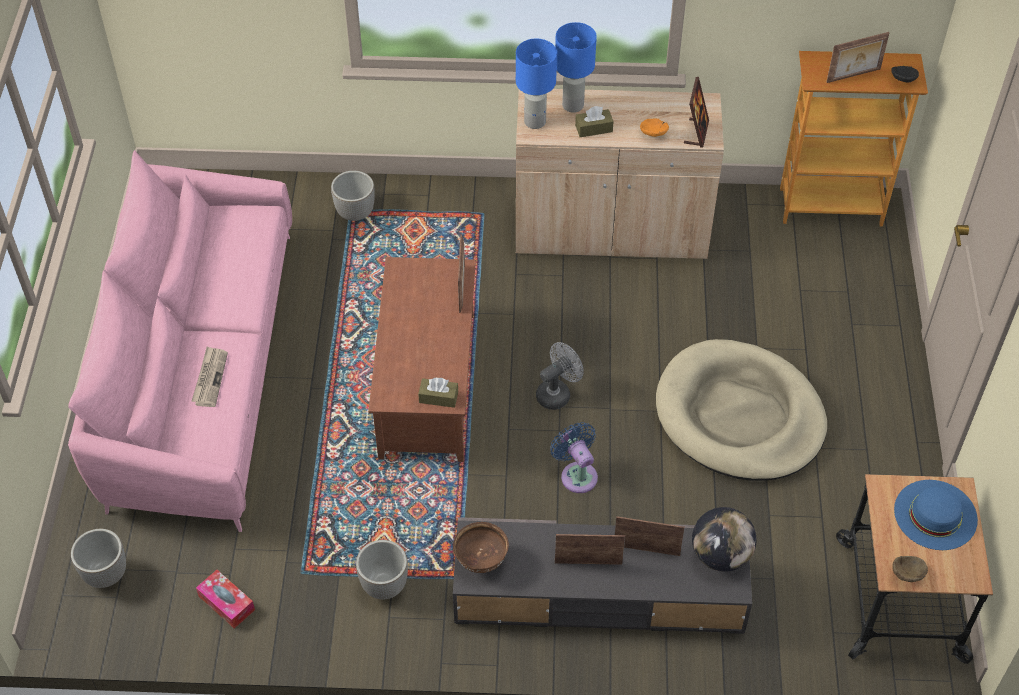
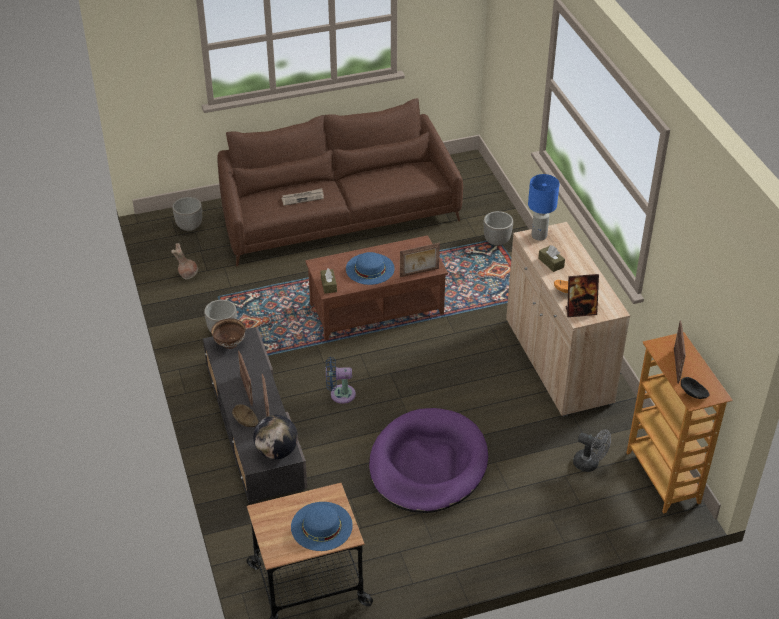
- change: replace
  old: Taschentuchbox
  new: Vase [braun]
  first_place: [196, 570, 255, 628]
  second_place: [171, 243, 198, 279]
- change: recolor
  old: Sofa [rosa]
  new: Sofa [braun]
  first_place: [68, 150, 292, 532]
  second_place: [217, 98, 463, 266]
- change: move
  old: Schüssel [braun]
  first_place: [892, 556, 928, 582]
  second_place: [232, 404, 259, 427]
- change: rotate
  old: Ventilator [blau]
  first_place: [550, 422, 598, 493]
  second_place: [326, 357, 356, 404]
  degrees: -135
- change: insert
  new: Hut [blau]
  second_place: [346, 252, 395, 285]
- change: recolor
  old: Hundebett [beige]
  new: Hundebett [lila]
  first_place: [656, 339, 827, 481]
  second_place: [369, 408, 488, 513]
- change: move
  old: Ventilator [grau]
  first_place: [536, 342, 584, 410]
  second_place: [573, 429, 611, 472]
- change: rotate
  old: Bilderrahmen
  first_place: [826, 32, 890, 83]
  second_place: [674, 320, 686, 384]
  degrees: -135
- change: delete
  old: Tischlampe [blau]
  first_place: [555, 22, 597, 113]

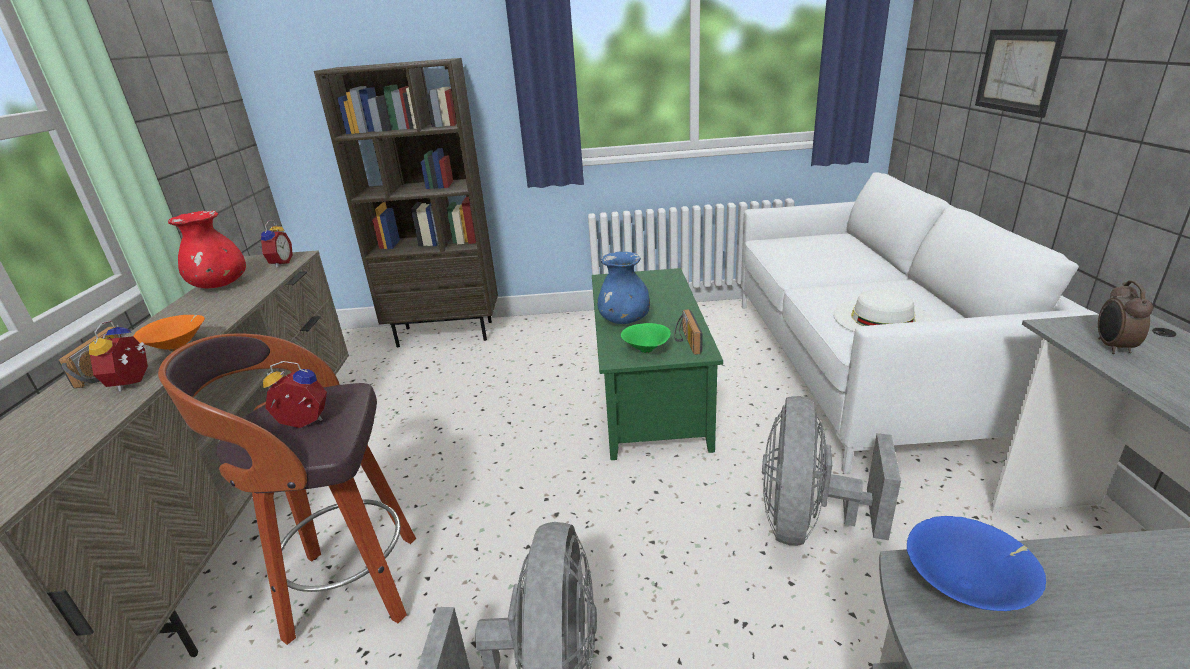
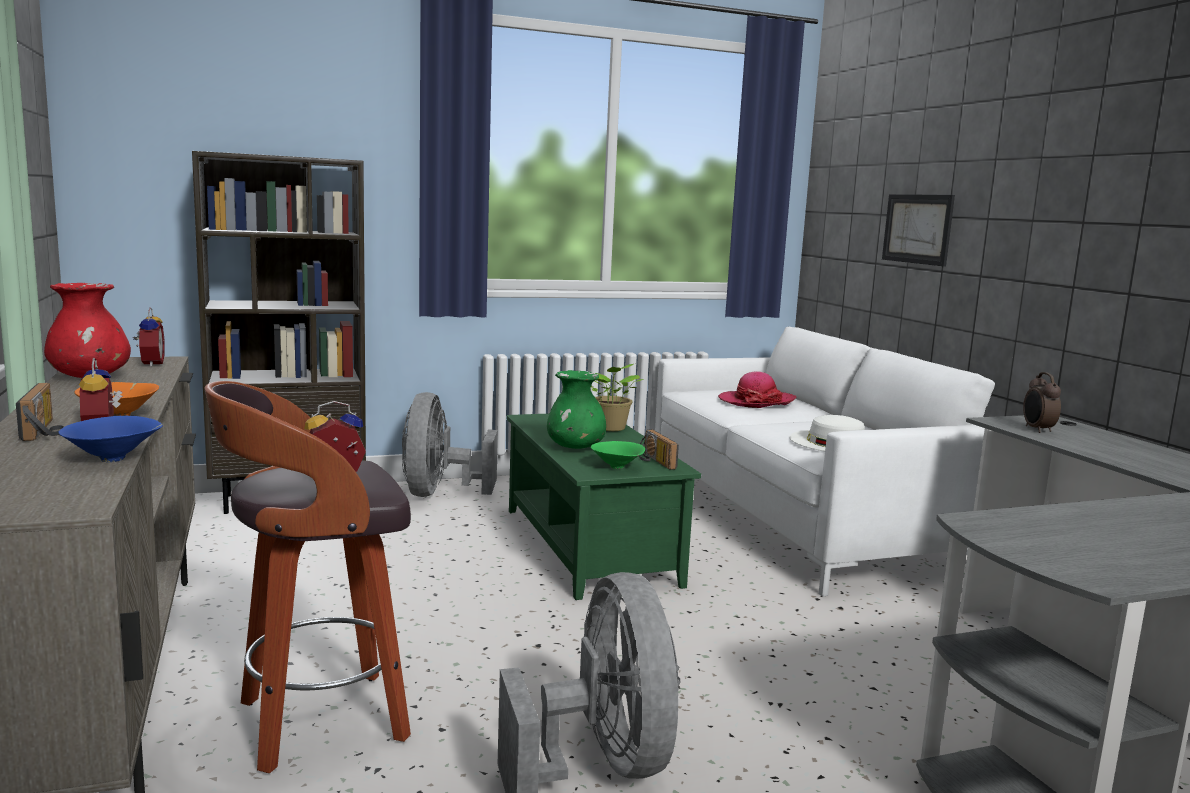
- change: move
  old: Schüssel [blau]
  first_place: [907, 516, 1046, 611]
  second_place: [58, 416, 163, 462]
- change: move
  old: Ventilator [grau]
  first_place: [762, 396, 901, 546]
  second_place: [402, 392, 498, 497]
- change: recolor
  old: Vase [blau]
  new: Vase [grün]
  first_place: [597, 252, 650, 324]
  second_place: [547, 370, 606, 449]
- change: insert
  new: Topfpflanze
  second_place: [591, 364, 644, 431]
- change: insert
  new: Hut
  second_place: [718, 372, 797, 408]

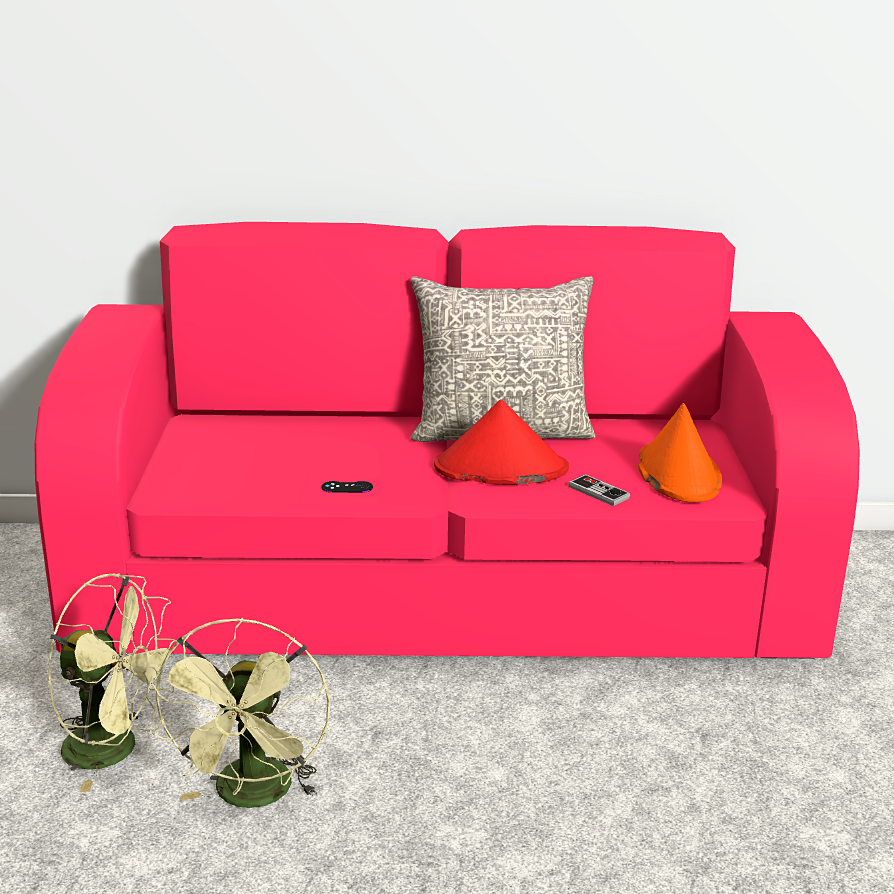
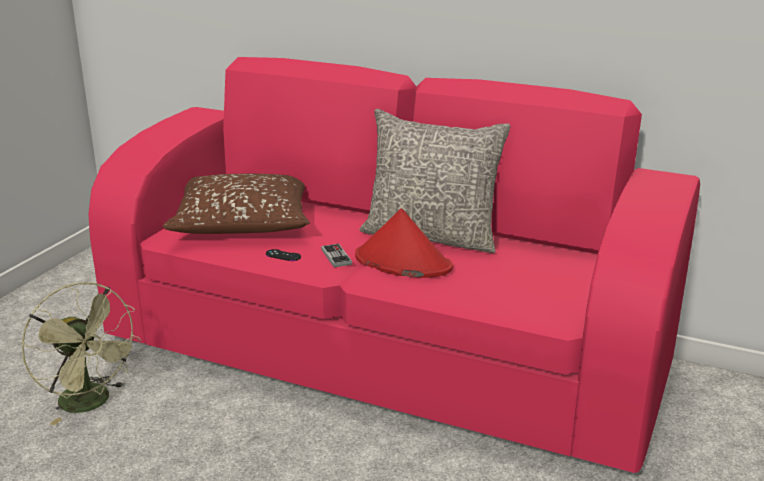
- change: insert
  new: Kissen [braun]
  second_place: [163, 174, 310, 234]
- change: move
  old: Gamepad
  first_place: [568, 474, 630, 506]
  second_place: [321, 244, 352, 268]
- change: delete
  old: Ventilator [grün]
  first_place: [151, 618, 330, 808]
- change: delete
  old: Hut [orange]
  first_place: [638, 403, 722, 502]

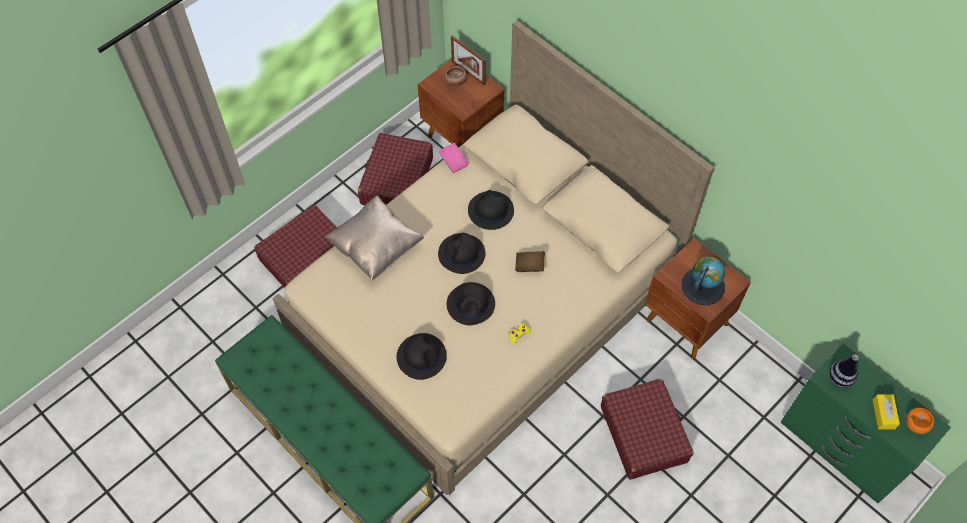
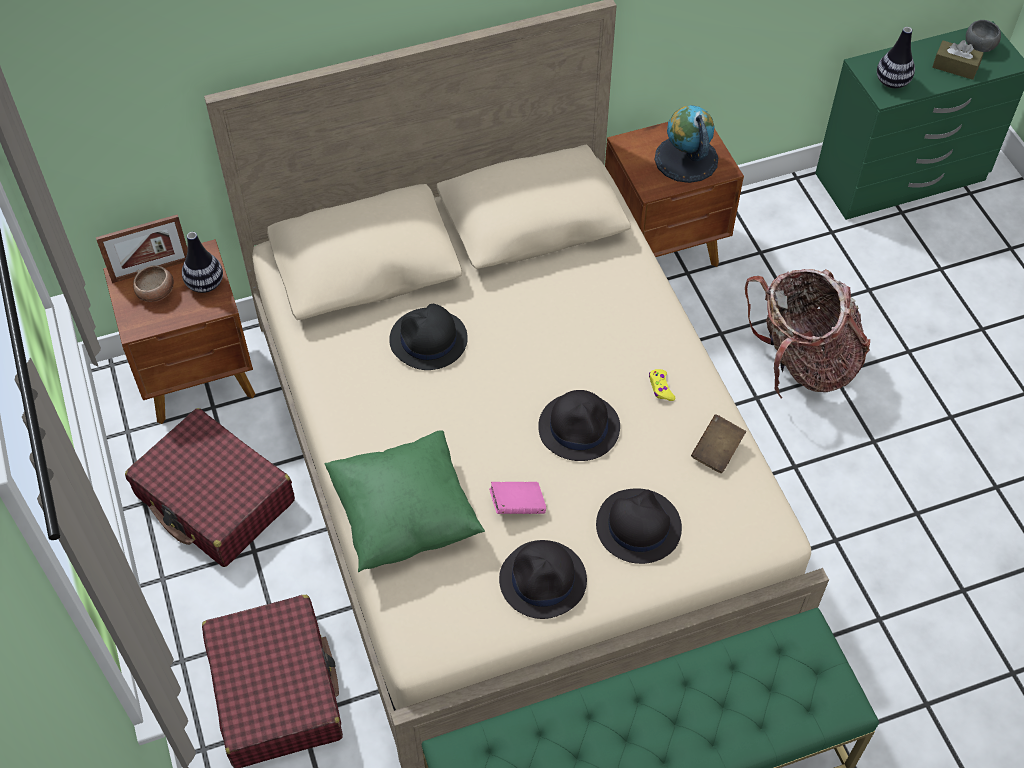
- change: insert
  new: Vase
  second_place: [182, 232, 223, 293]
- change: recolor
  old: Kissen [beige]
  new: Kissen [grün]
  first_place: [324, 195, 424, 281]
  second_place: [325, 430, 485, 572]
- change: move
  old: Buch [rosa]
  first_place: [439, 143, 469, 173]
  second_place: [489, 482, 546, 514]
- change: move
  old: Hut [schwarz]
  first_place: [438, 233, 485, 274]
  second_place: [499, 540, 587, 619]
- change: move
  old: Buch [braun]
  first_place: [515, 251, 545, 272]
  second_place: [691, 415, 746, 473]
- change: replace
  old: Koffer [rot]
  new: Rucksack
  first_place: [601, 379, 694, 480]
  second_place: [745, 269, 870, 398]
- change: recolor
  old: Taschentuchbox [gelb]
  new: Taschentuchbox [braun]
  first_place: [873, 394, 900, 430]
  second_place: [933, 40, 983, 80]
- change: recolor
  old: Schüssel [orange]
  new: Schüssel [grau]
  first_place: [906, 408, 934, 434]
  second_place: [966, 20, 1001, 52]

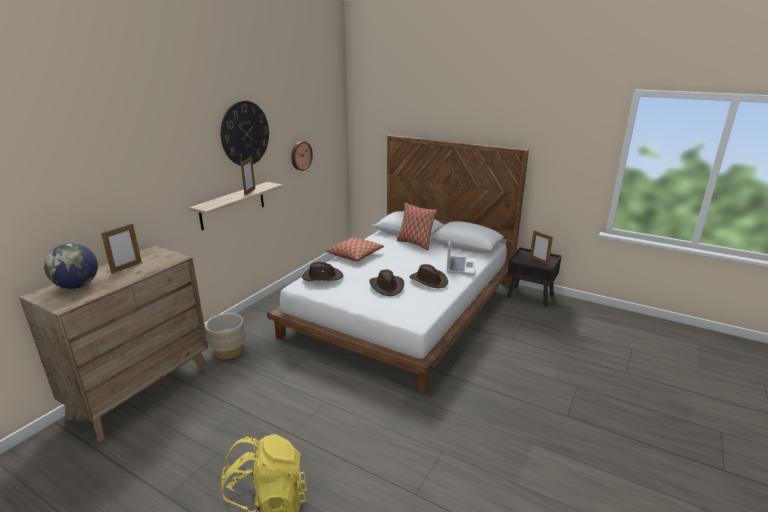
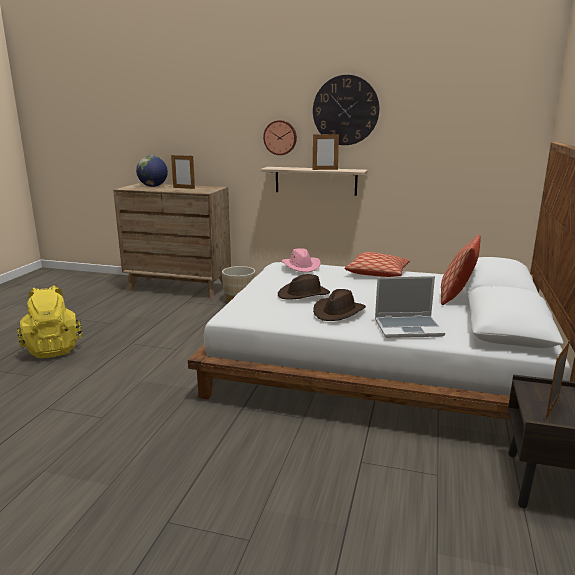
- change: move
  old: Wanduhr
  first_place: [291, 141, 313, 171]
  second_place: [263, 120, 297, 155]
- change: recolor
  old: Hut [braun]
  new: Hut [rosa]
  first_place: [302, 262, 343, 281]
  second_place: [281, 248, 321, 272]

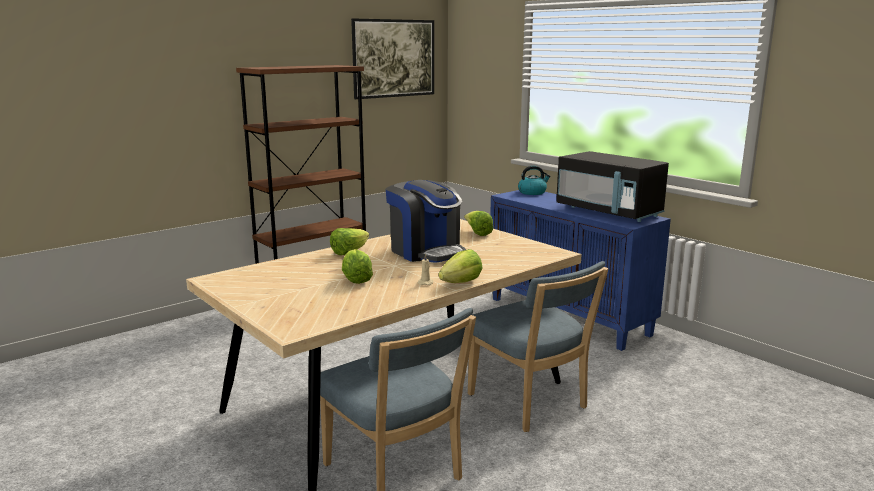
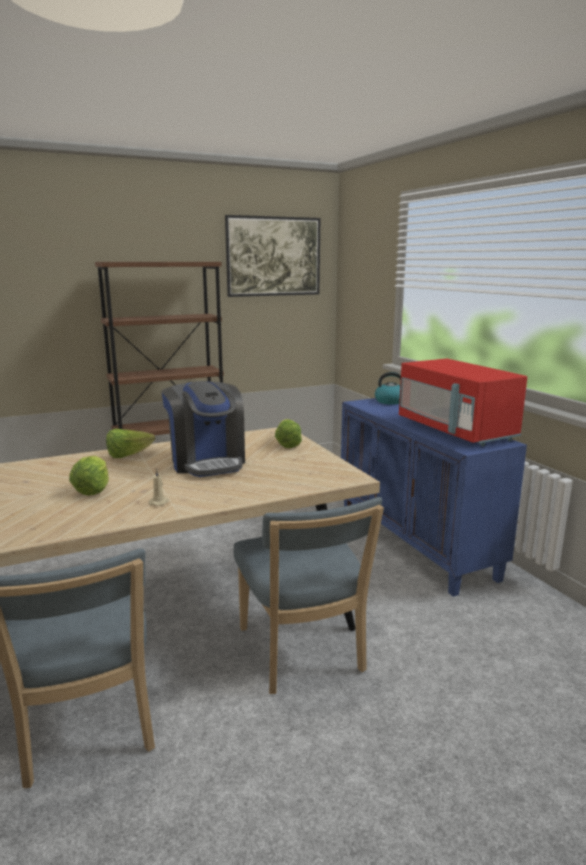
- change: recolor
  old: Mikrowelle [schwarz]
  new: Mikrowelle [rot]
  first_place: [556, 151, 669, 222]
  second_place: [399, 359, 527, 446]
- change: delete
  old: Salatkopf
  first_place: [439, 249, 482, 283]

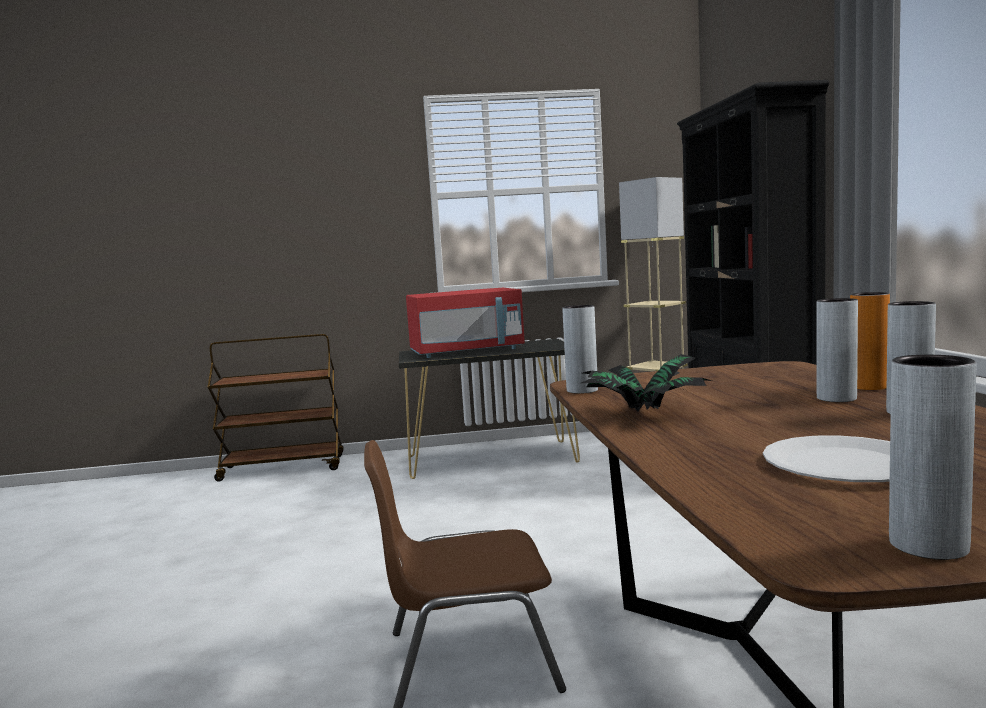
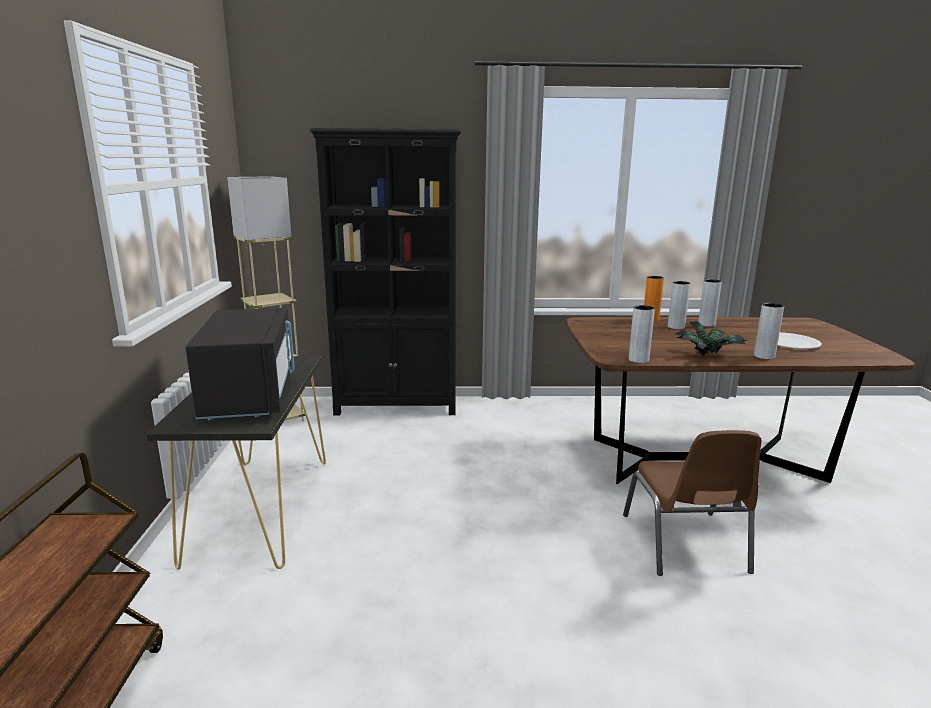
- change: recolor
  old: Mikrowelle [rot]
  new: Mikrowelle [schwarz]
  first_place: [406, 288, 525, 358]
  second_place: [185, 307, 295, 420]
- change: move
  old: Vase [grau]
  first_place: [889, 355, 976, 560]
  second_place: [754, 303, 784, 360]

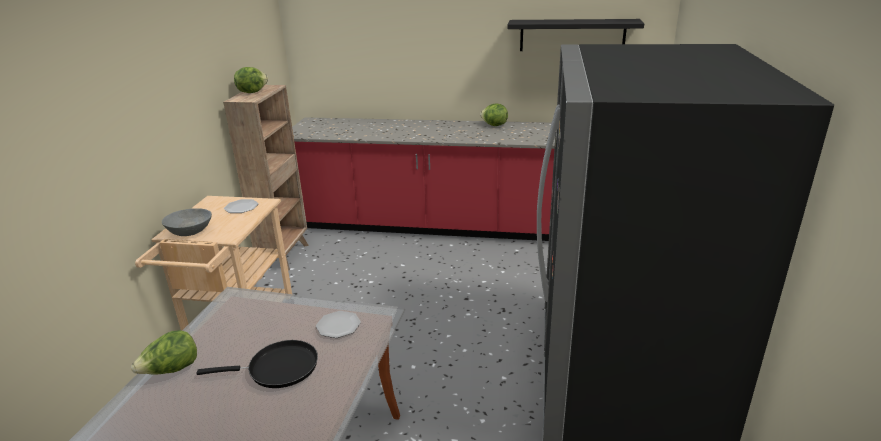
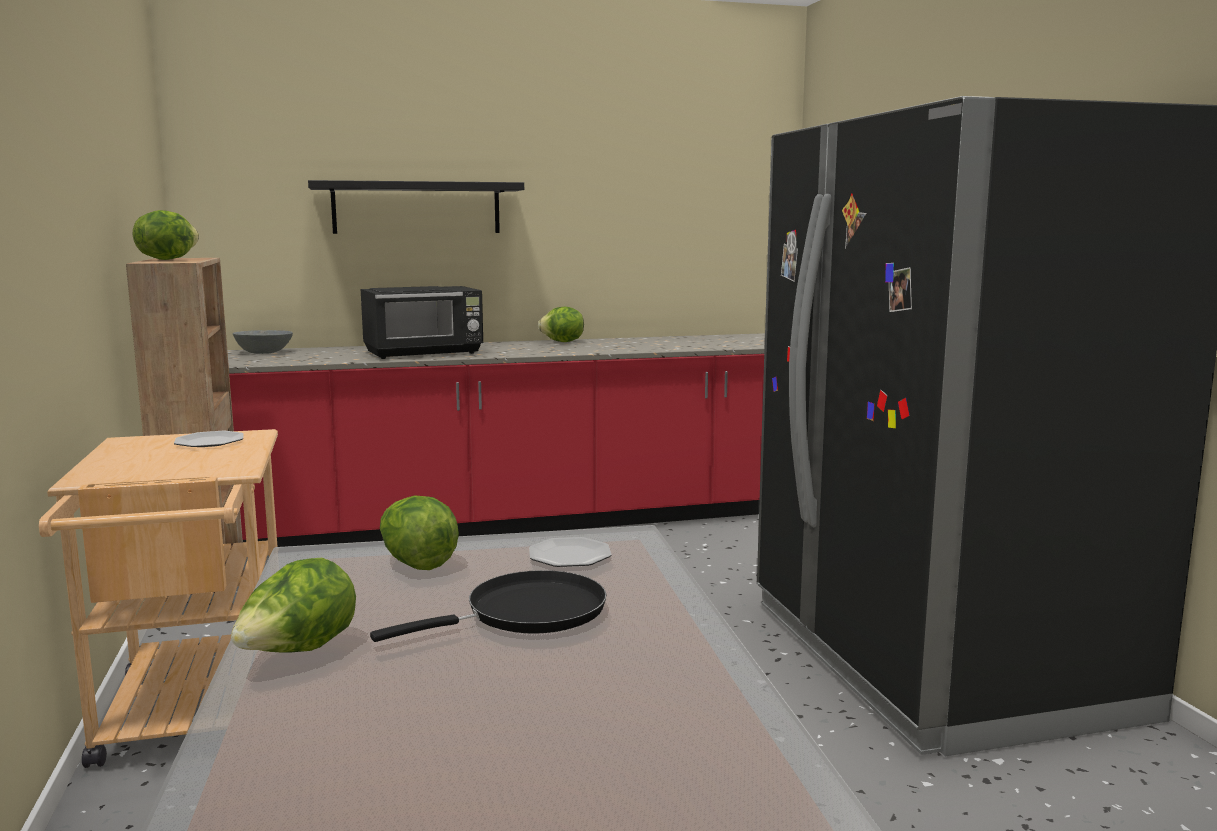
- change: move
  old: Schüssel [grau]
  first_place: [162, 208, 212, 236]
  second_place: [233, 330, 293, 354]
- change: move
  old: Wandregal [schwarz]
  first_place: [507, 19, 644, 51]
  second_place: [308, 180, 524, 234]
- change: insert
  new: Mikrowelle [schwarz]
  second_place: [361, 286, 483, 359]
- change: insert
  new: Salatkopf
  second_place: [380, 495, 459, 570]

